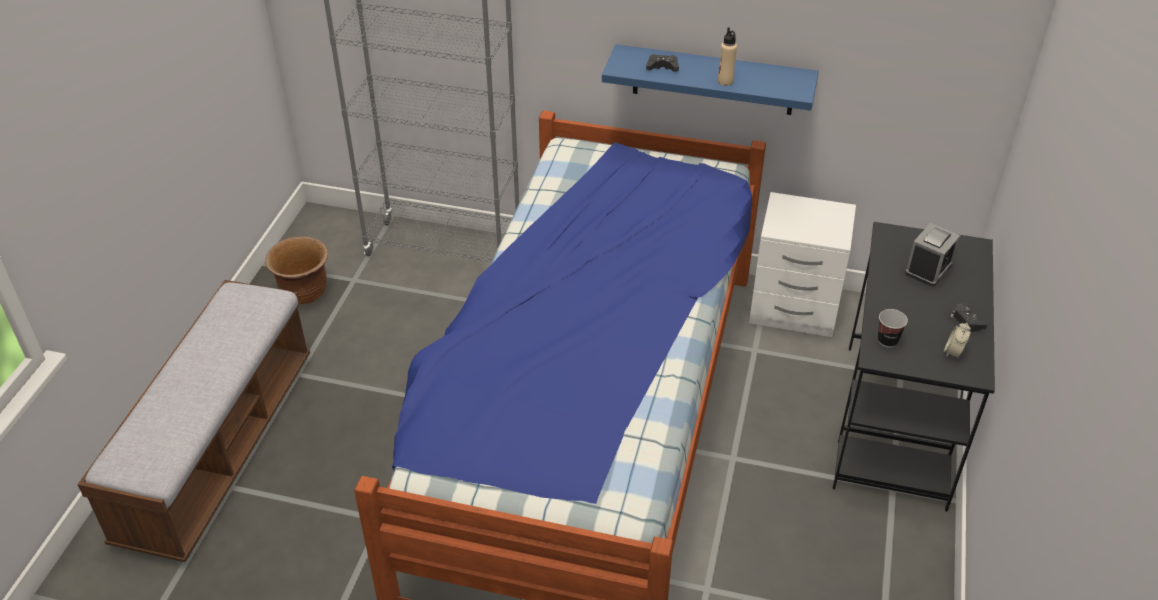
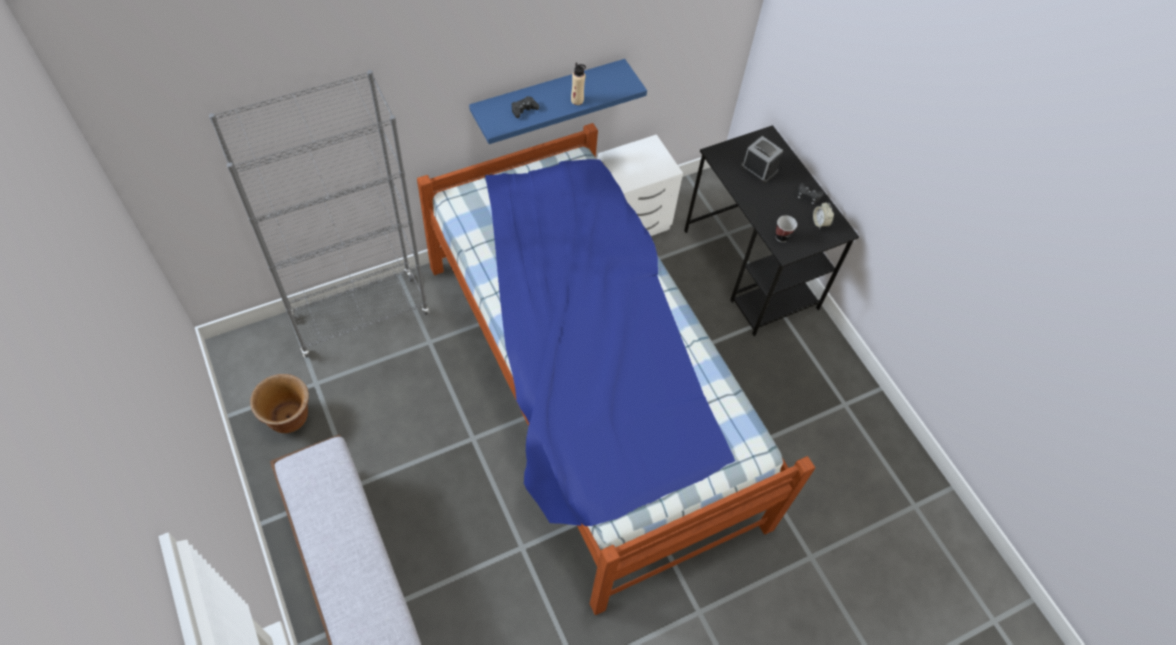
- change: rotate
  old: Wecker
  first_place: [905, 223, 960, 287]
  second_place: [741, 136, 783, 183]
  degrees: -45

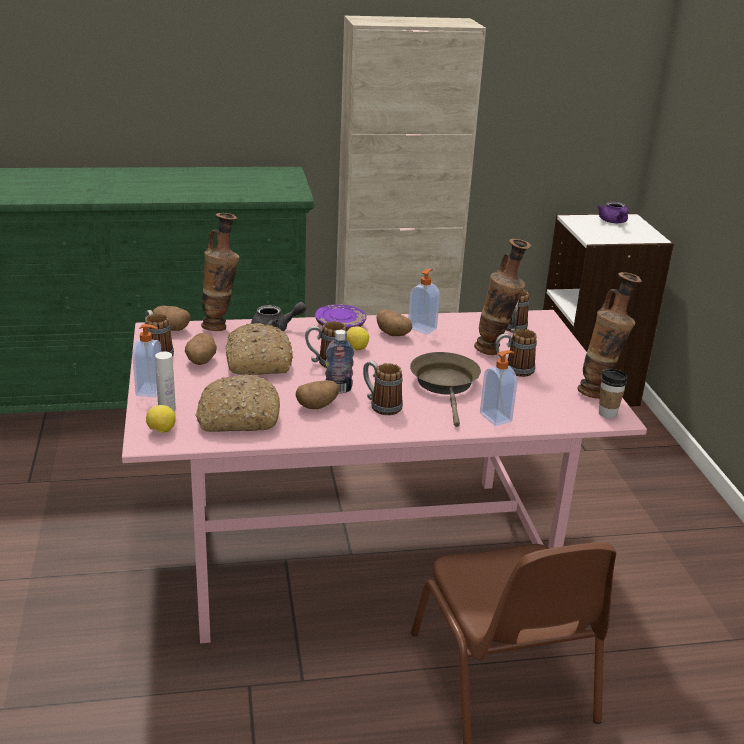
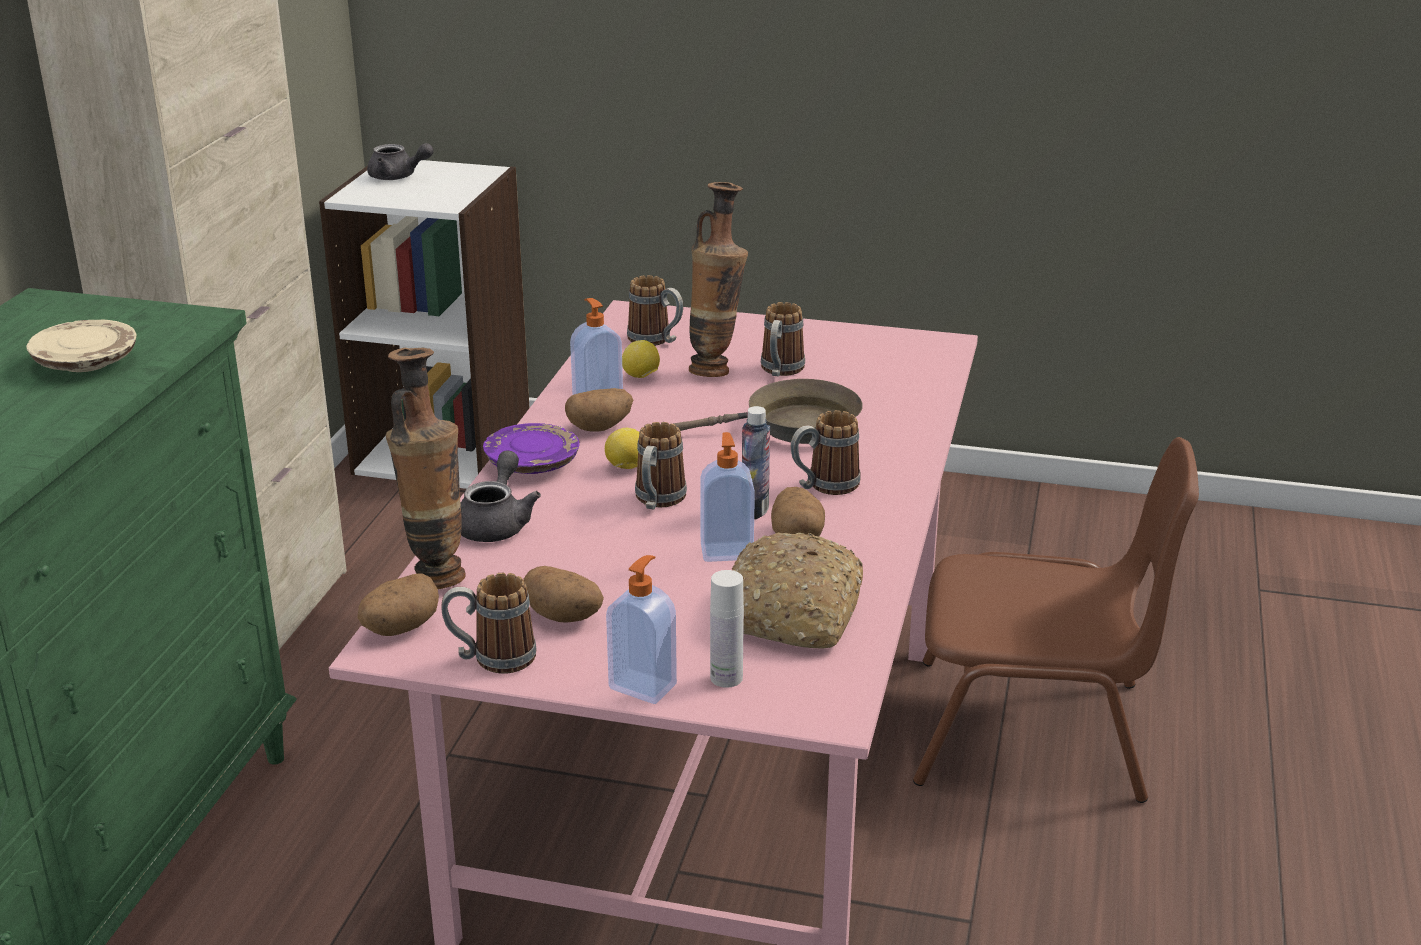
- change: insert
  new: Teller [beige]
  second_place: [26, 320, 136, 372]
- change: recolor
  old: Teekanne [lila]
  new: Teekanne [grau]
  first_place: [597, 201, 629, 223]
  second_place: [367, 143, 433, 180]
- change: move
  old: Zitrone
  first_place: [146, 405, 176, 433]
  second_place: [622, 340, 660, 378]
- change: rotate
  old: Pfanne [braun]
  first_place: [410, 352, 481, 427]
  second_place: [669, 379, 863, 444]
  degrees: 150
- change: move
  old: Seifenspender
  first_place: [480, 350, 517, 426]
  second_place: [700, 432, 755, 562]
- change: delete
  old: Brot
  first_place: [225, 323, 293, 375]
- change: delete
  old: Vase
  first_place: [577, 272, 642, 399]
- change: delete
  old: Tasse
  first_place: [599, 369, 628, 418]

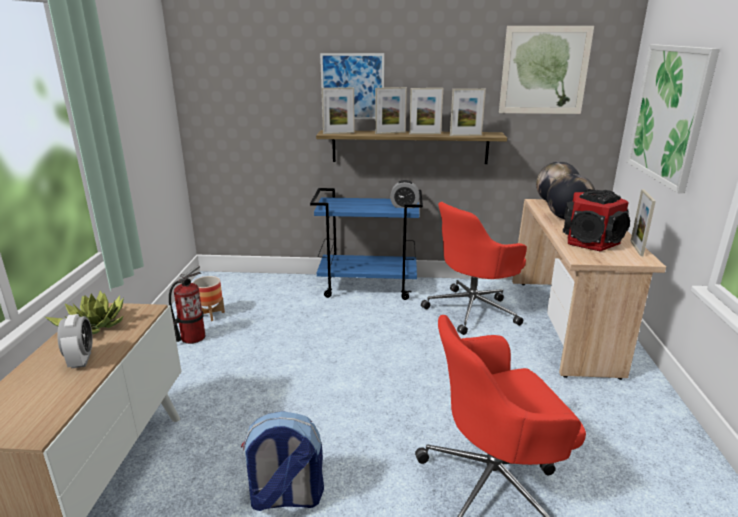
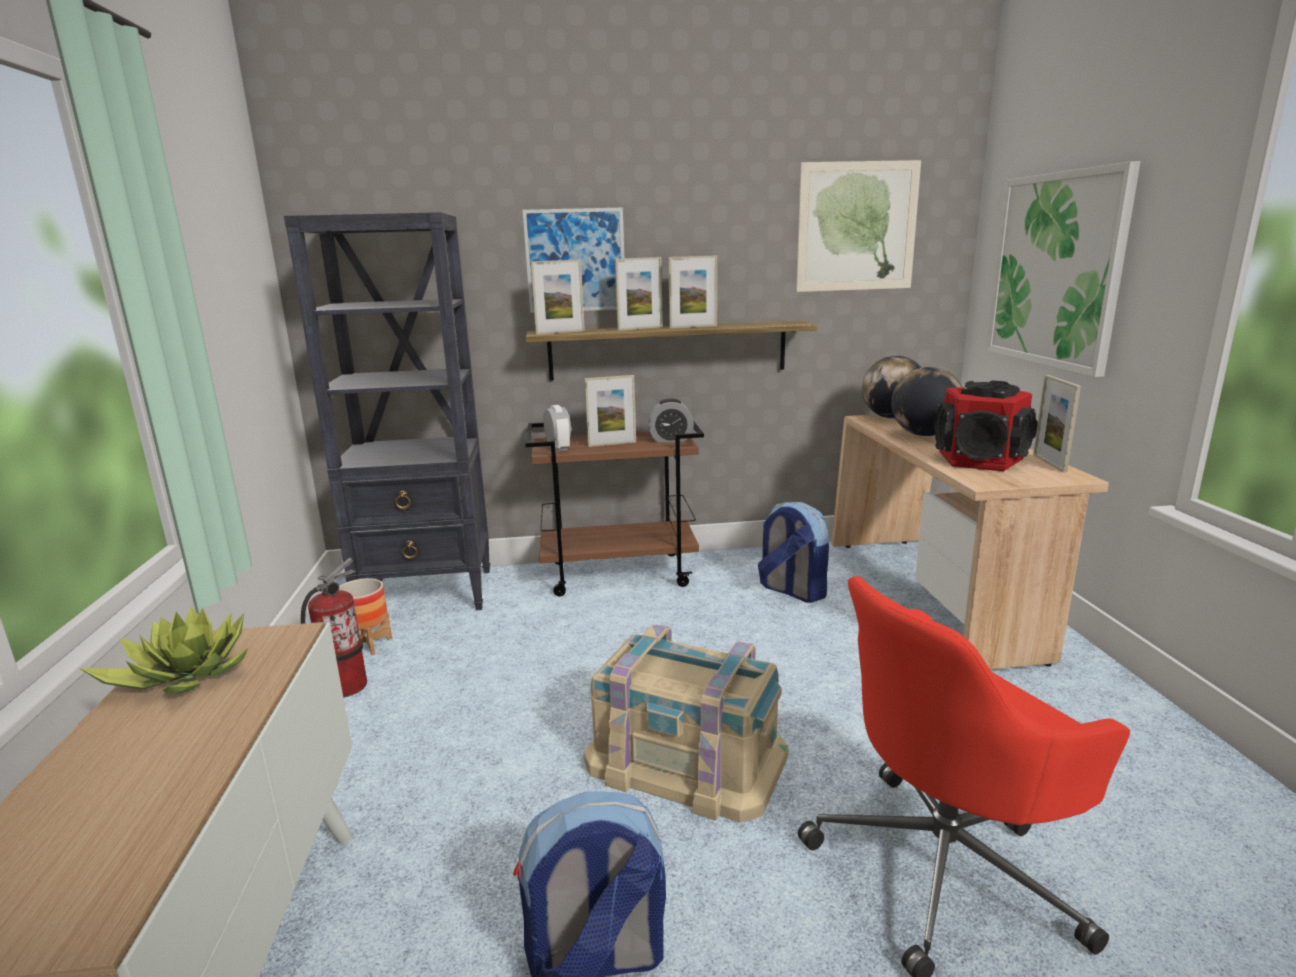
- change: insert
  new: Bücherregal [schwarz]
  second_place: [284, 212, 490, 610]
- change: recolor
  old: Rollwagen [blau]
  new: Rollwagen [braun]
  first_place: [310, 188, 423, 300]
  second_place: [525, 421, 704, 596]
- change: move
  old: Wecker
  first_place: [57, 314, 93, 369]
  second_place: [543, 405, 571, 451]
- change: move
  old: Bilderrahmen
  first_place: [450, 89, 486, 136]
  second_place: [584, 375, 636, 447]
- change: insert
  new: Aufbewahrungsbox [beige]
  second_place: [584, 625, 788, 823]
- change: replace
  old: Bürostuhl [rot]
  new: Rucksack
  first_place: [421, 202, 527, 335]
  second_place: [758, 501, 829, 603]

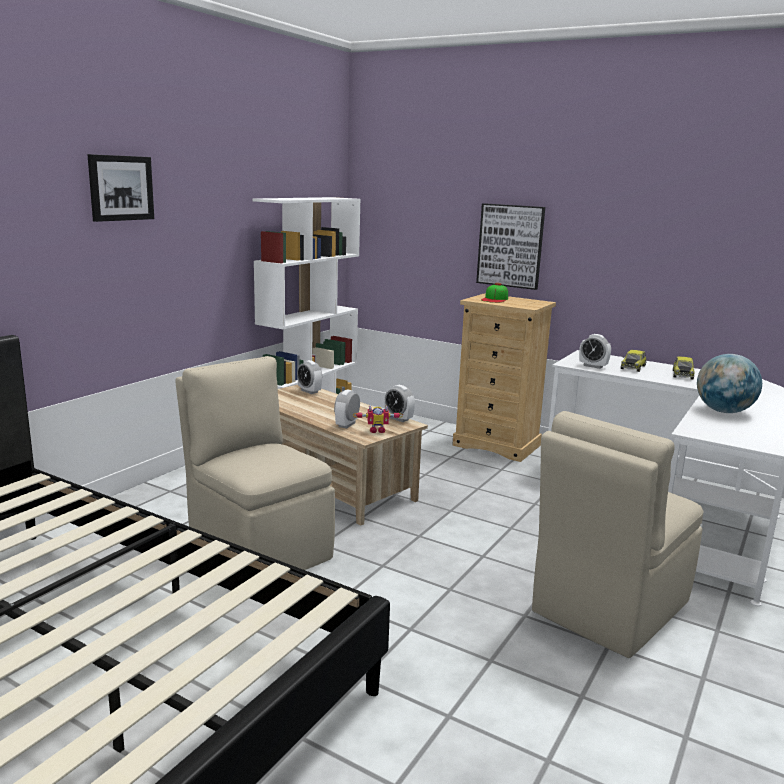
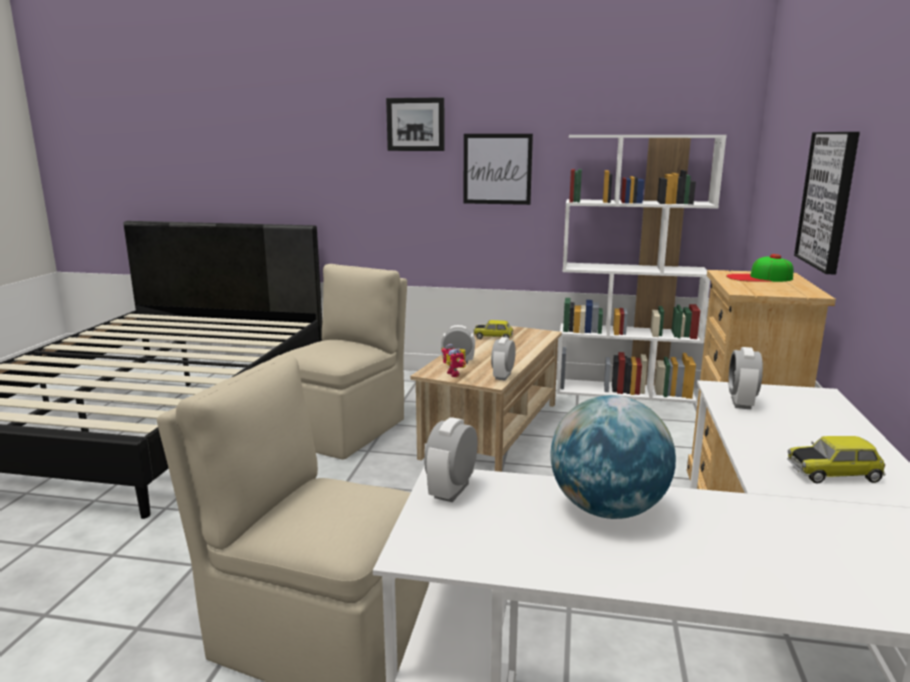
- change: move
  old: Wecker
  first_place: [297, 360, 322, 394]
  second_place: [424, 418, 478, 502]
- change: insert
  new: Bild
  second_place: [463, 134, 533, 205]
- change: move
  old: Spielzeugauto
  first_place: [621, 350, 646, 372]
  second_place: [473, 320, 513, 339]

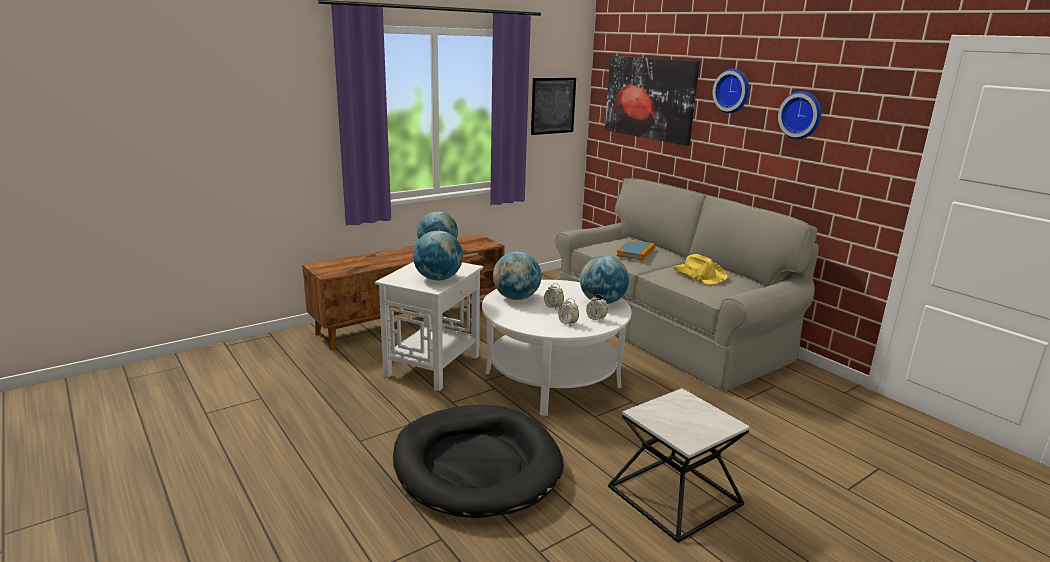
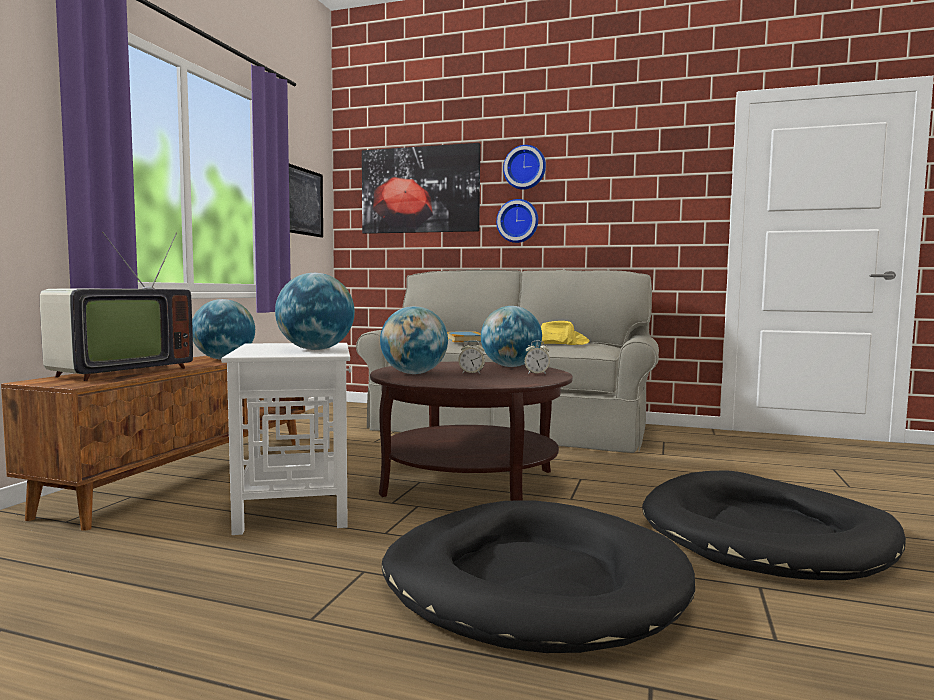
- change: insert
  new: Fernseher
  second_place: [40, 232, 193, 381]
- change: recolor
  old: Couchtisch [weiß]
  new: Couchtisch [braun]
  first_place: [482, 280, 632, 416]
  second_place: [370, 362, 573, 501]
- change: move
  old: Wanduhr
  first_place: [778, 91, 821, 139]
  second_place: [496, 199, 538, 243]
- change: replace
  old: Beistelltisch
  new: Hundebett [schwarz]
  first_place: [608, 388, 750, 543]
  second_place: [642, 470, 906, 580]
- change: delete
  old: Wecker
  first_place: [558, 298, 579, 325]

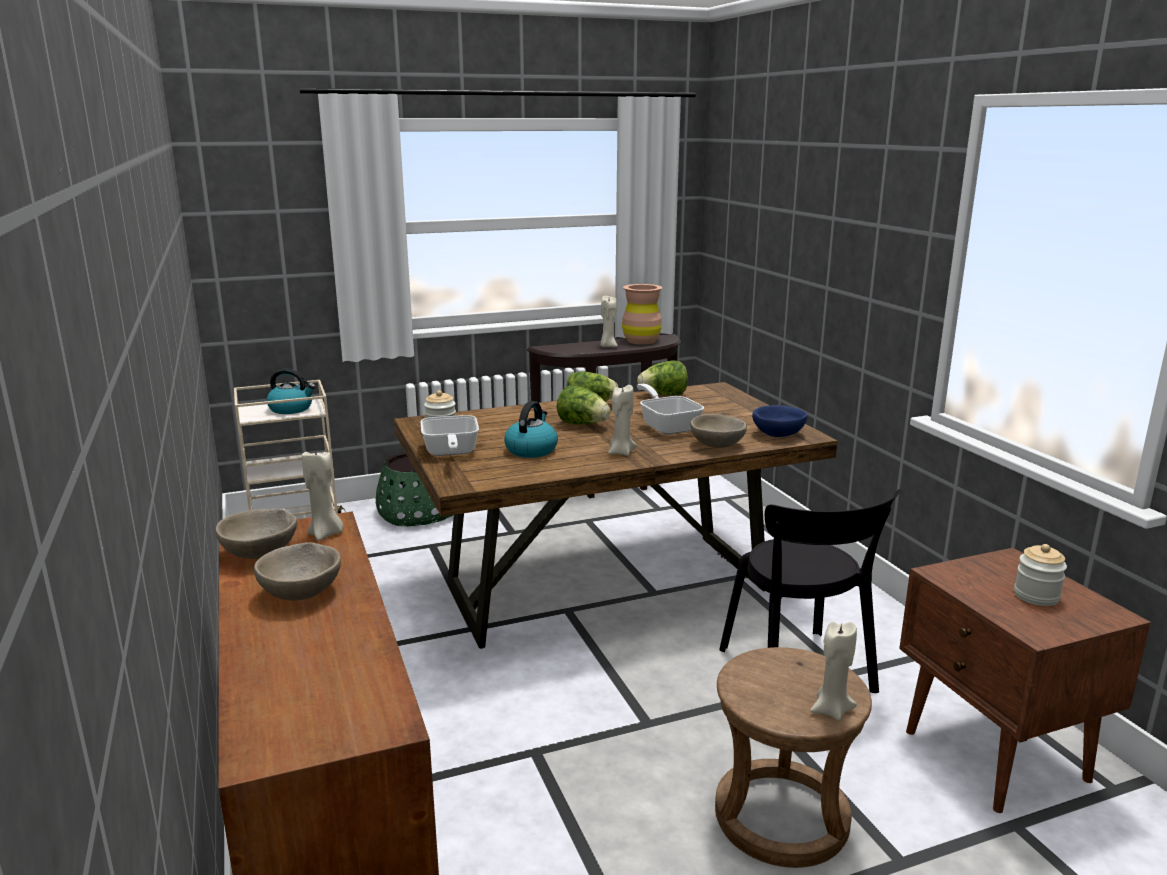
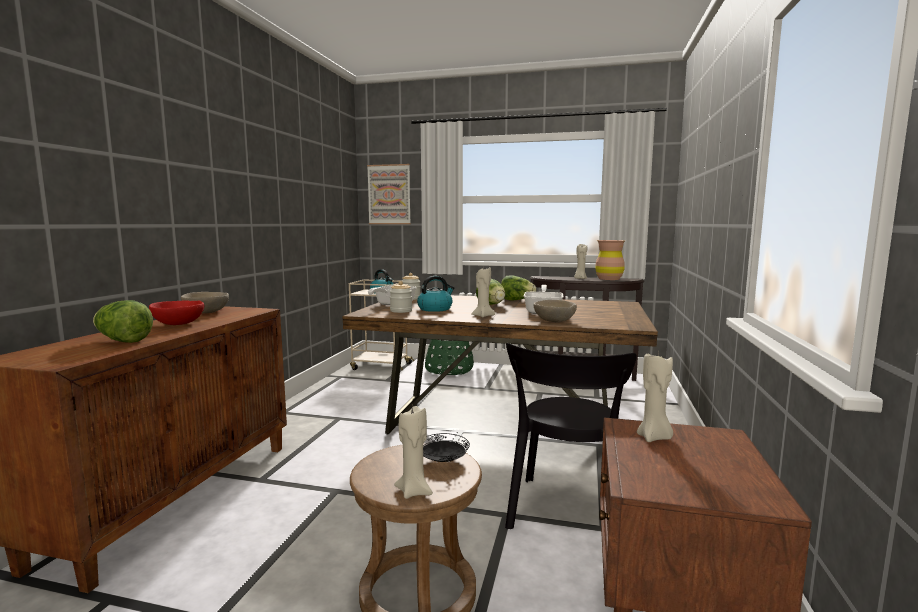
- change: move
  old: Salatkopf
  first_place: [637, 360, 688, 396]
  second_place: [93, 300, 153, 343]
- change: recolor
  old: Schüssel [beige]
  new: Schüssel [rot]
  first_place: [254, 542, 341, 601]
  second_place: [149, 300, 205, 325]
- change: insert
  new: Bild
  second_place: [367, 164, 411, 224]
- change: move
  old: Vorratsglas
  first_place: [1014, 544, 1067, 606]
  second_place: [390, 281, 412, 313]
- change: insert
  new: Teller [schwarz]
  second_place: [423, 433, 470, 462]
- change: move
  old: Kerze [beige]
  first_place: [302, 449, 343, 541]
  second_place: [637, 353, 673, 442]
- change: delete
  old: Schüssel [blau]
  first_place: [752, 405, 807, 437]

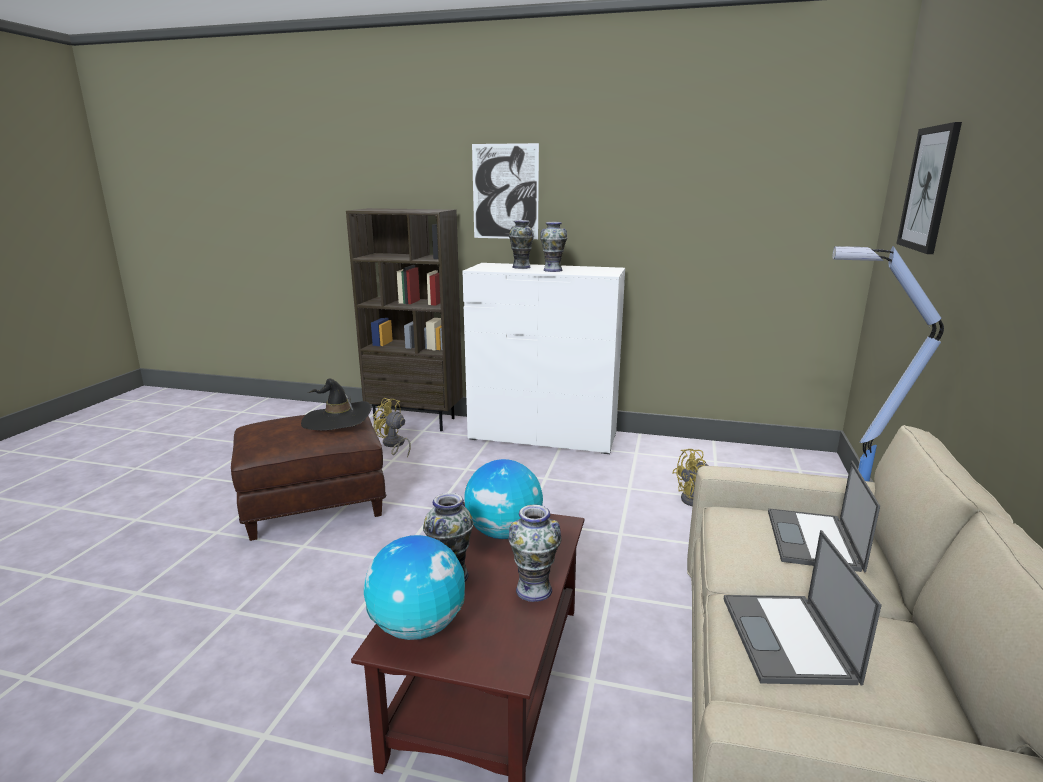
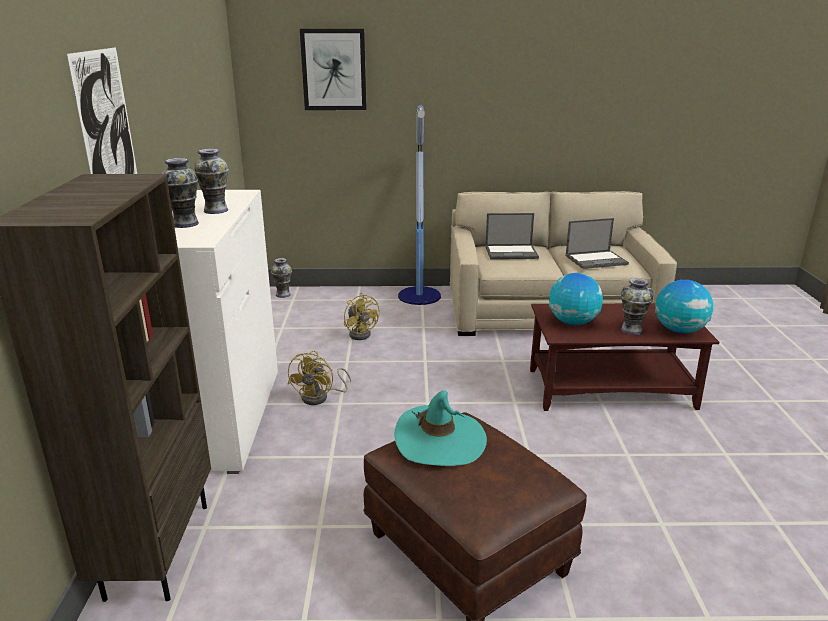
- change: move
  old: Vase
  first_place: [508, 505, 562, 602]
  second_place: [271, 258, 292, 298]
- change: move
  old: Ventilator [gelb]
  first_place: [373, 398, 411, 458]
  second_place: [288, 351, 351, 405]
- change: recolor
  old: Hut [schwarz]
  new: Hut [türkis]
  first_place: [301, 378, 372, 431]
  second_place: [395, 390, 487, 466]

